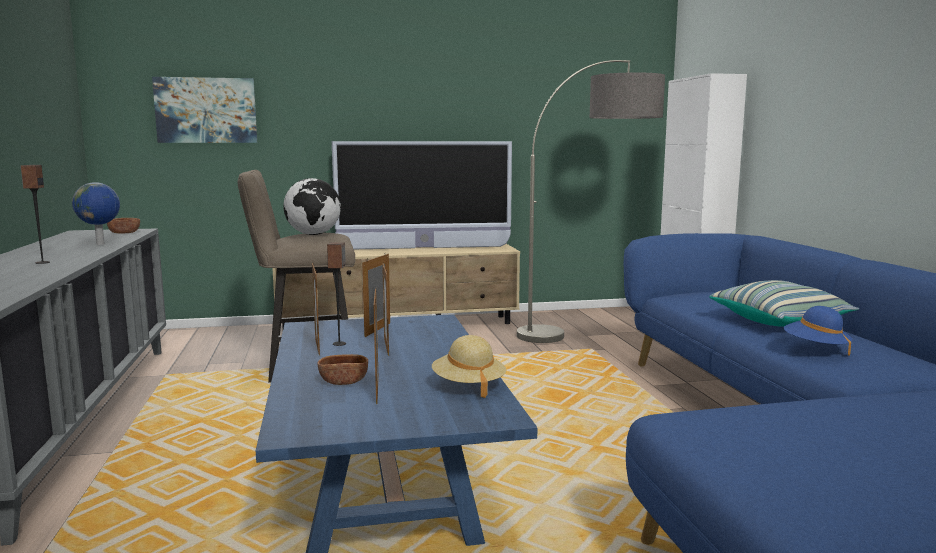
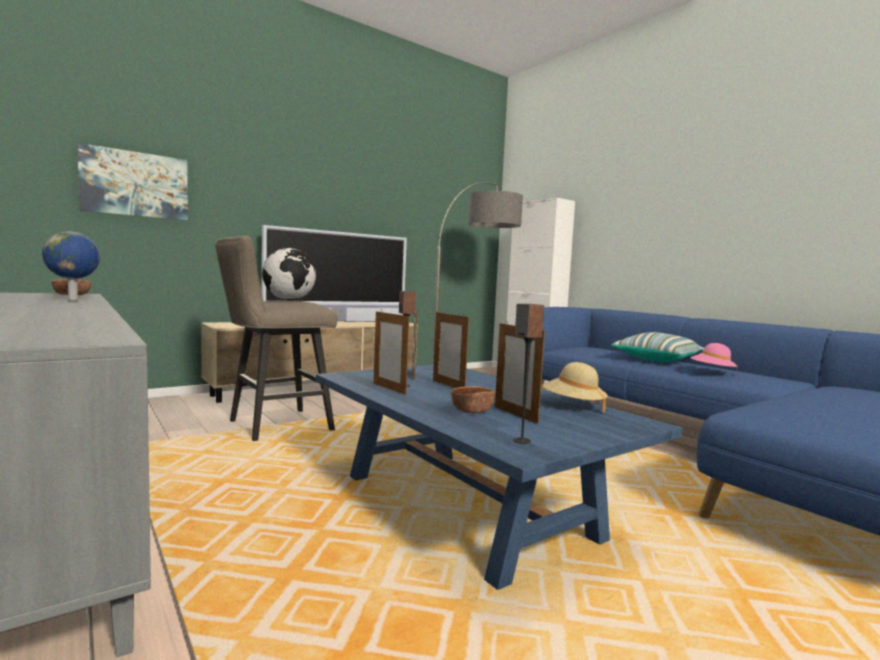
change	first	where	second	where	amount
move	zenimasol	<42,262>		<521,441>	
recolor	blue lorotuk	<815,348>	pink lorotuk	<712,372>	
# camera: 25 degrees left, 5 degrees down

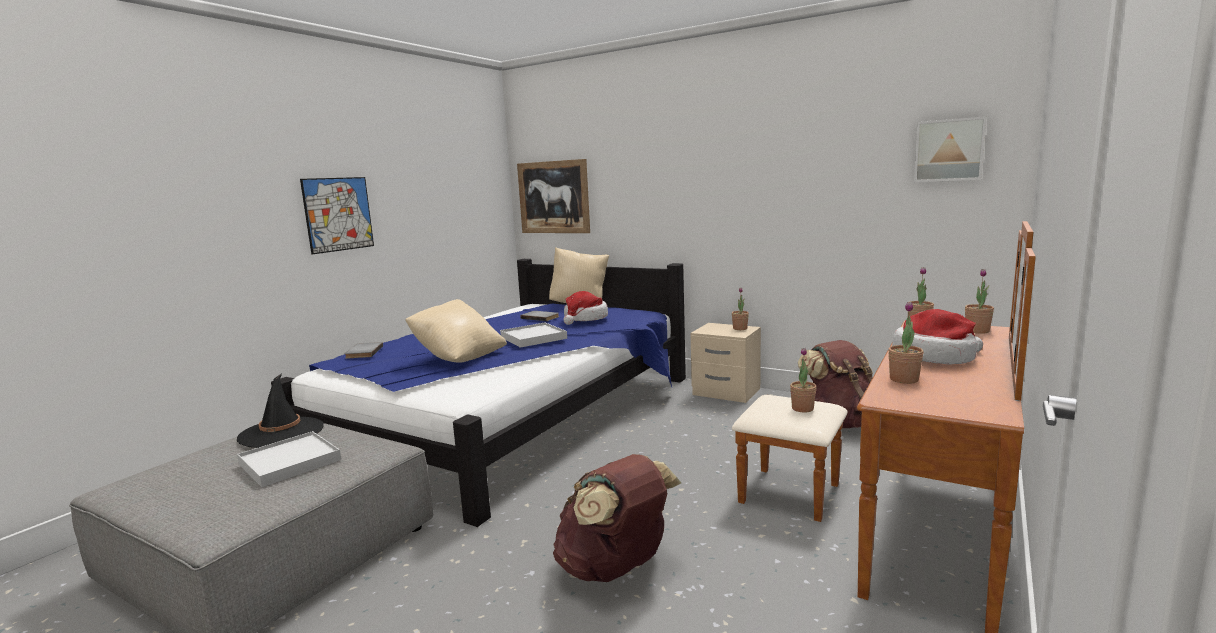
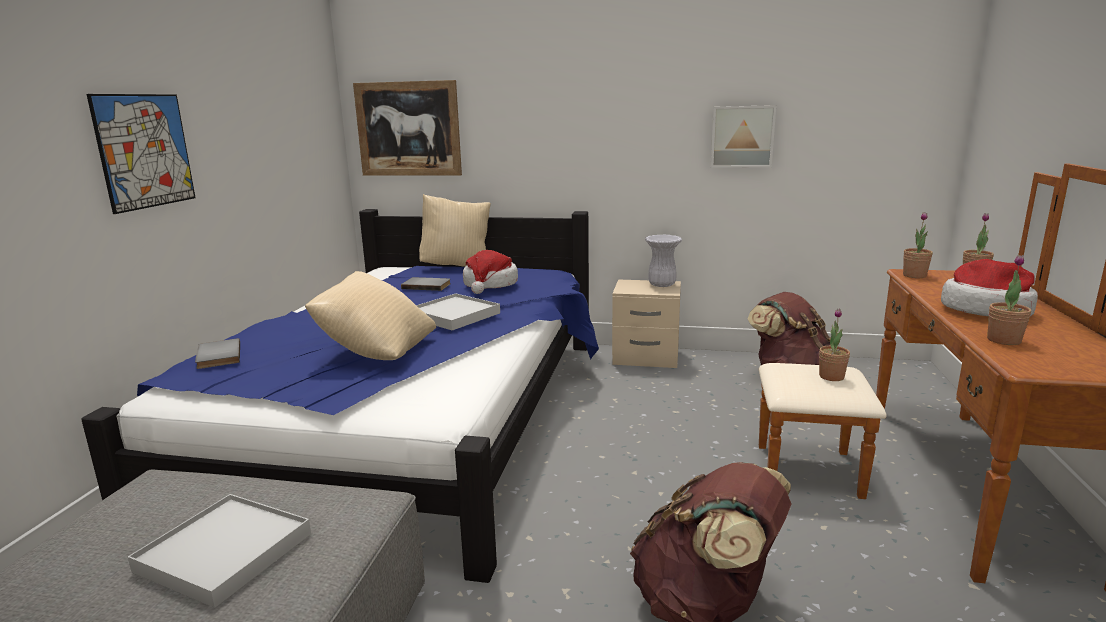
change	first	where	second	where	amount
delete	black lorotuk	<282,433>			
replace	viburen	<740,328>	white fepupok	<662,285>	
move	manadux	<949,150>		<742,136>	
# camera: 20 degrees left, 5 degrees up

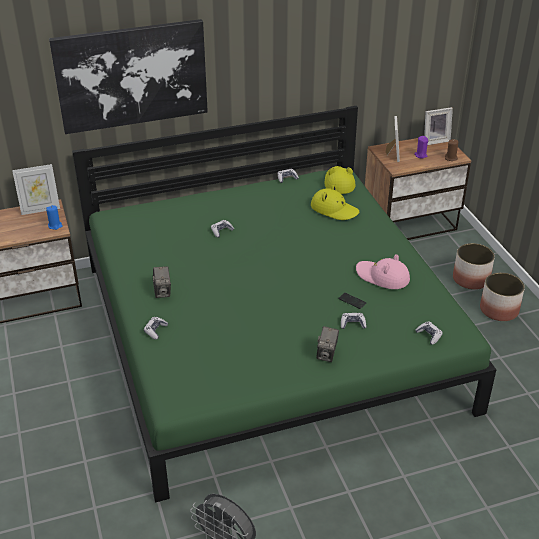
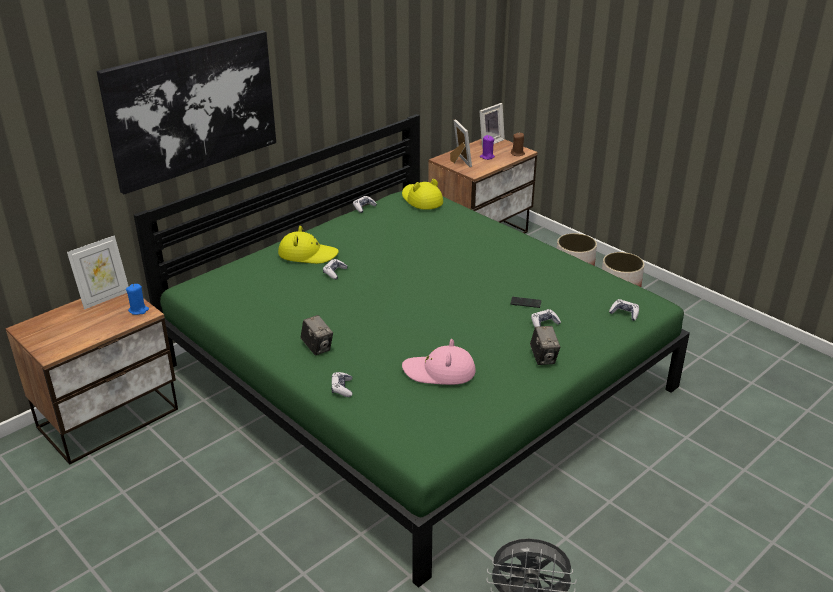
change	first	where	second	where	amount
move	yellow lorotuk	<334,209>		<307,254>	
move	pink lorotuk	<382,277>		<439,372>	
# camera: 25 degrees left, 5 degrees down

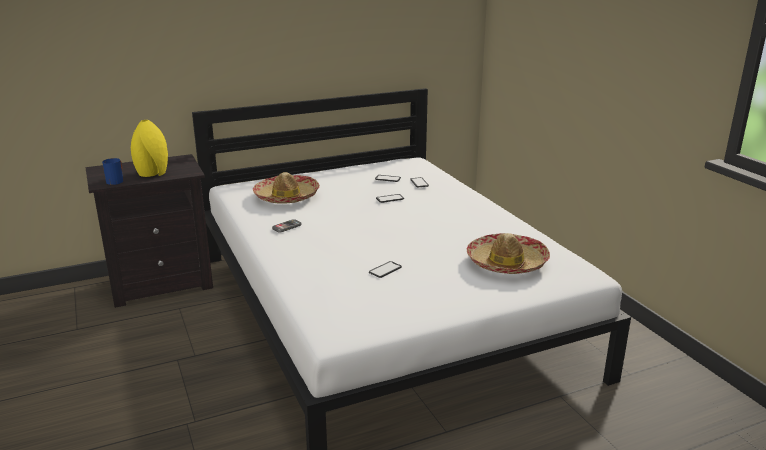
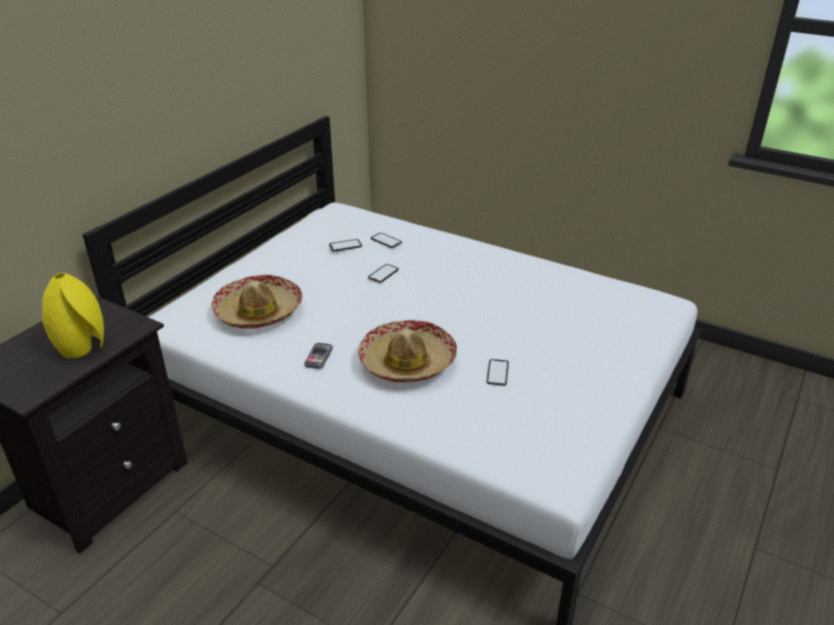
change	first	where	second	where	amount
delete	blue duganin	<116,181>			
move	lorotuk	<506,263>		<407,361>	
# camera: 35 degrees left, 10 degrees up

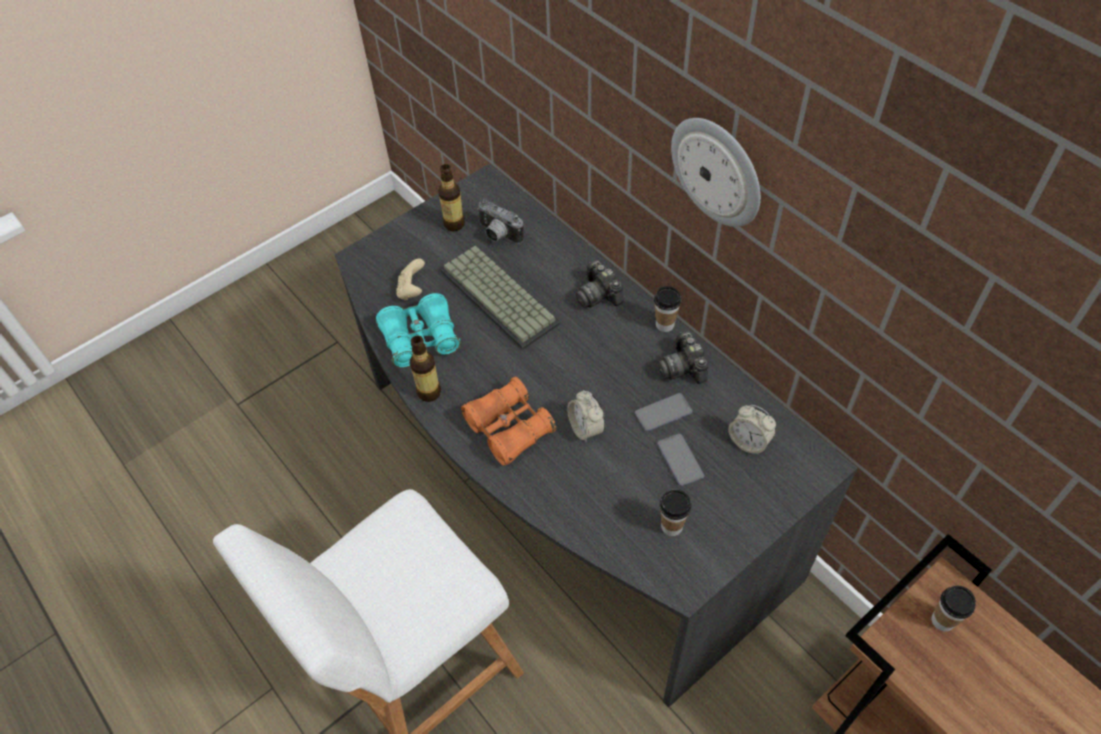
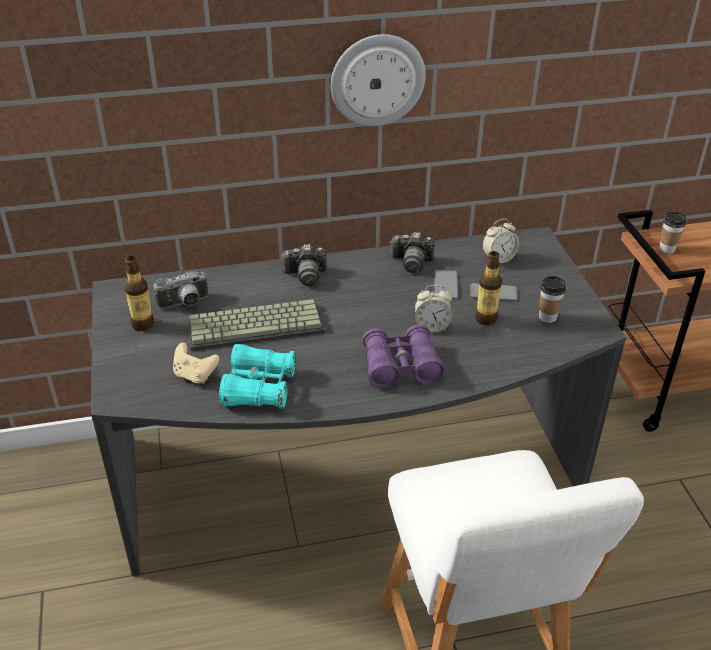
change	first	where	second	where	amount
move	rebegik	<429,392>		<485,319>	
recolor	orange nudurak	<509,428>	purple nudurak	<401,367>	
delete	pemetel	<665,324>			
# camera: 65 degrees left, 15 degrees down

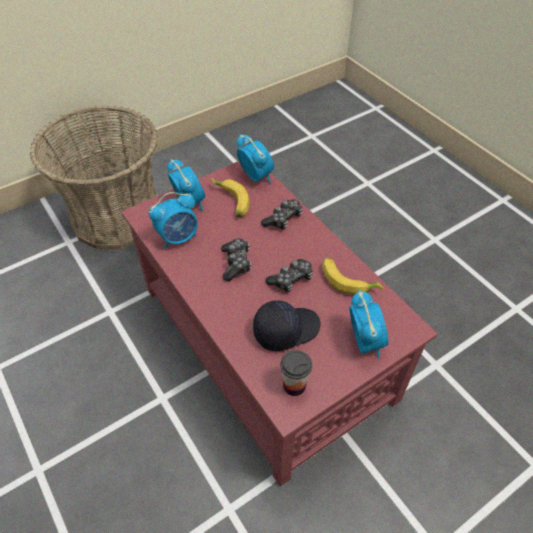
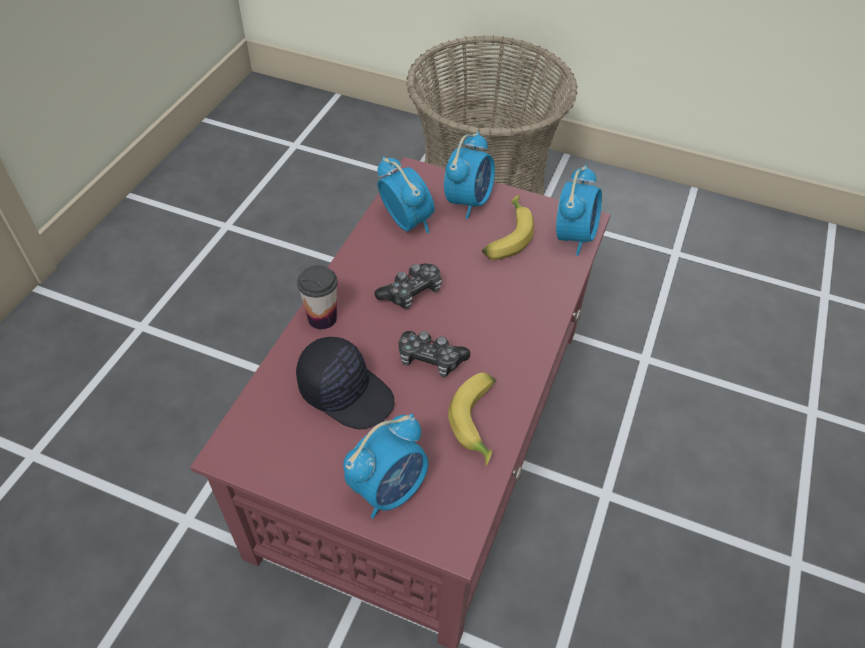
change	first	where	second	where	amount
rotate	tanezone	<178,238>		<406,222>	150 degrees counterclockwise
delete	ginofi	<283,219>			
move	pemetel	<294,385>		<322,318>	
# camera: 55 degrees right, 0 degrees up

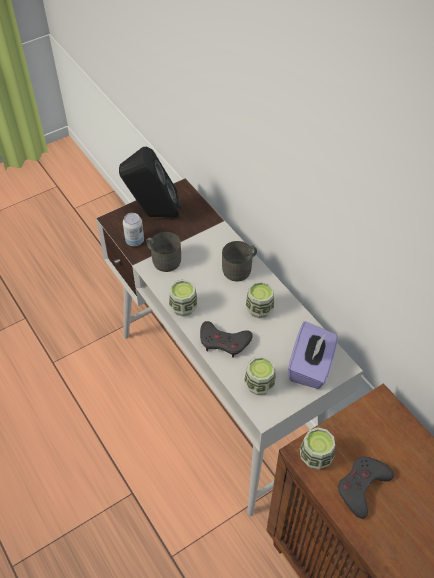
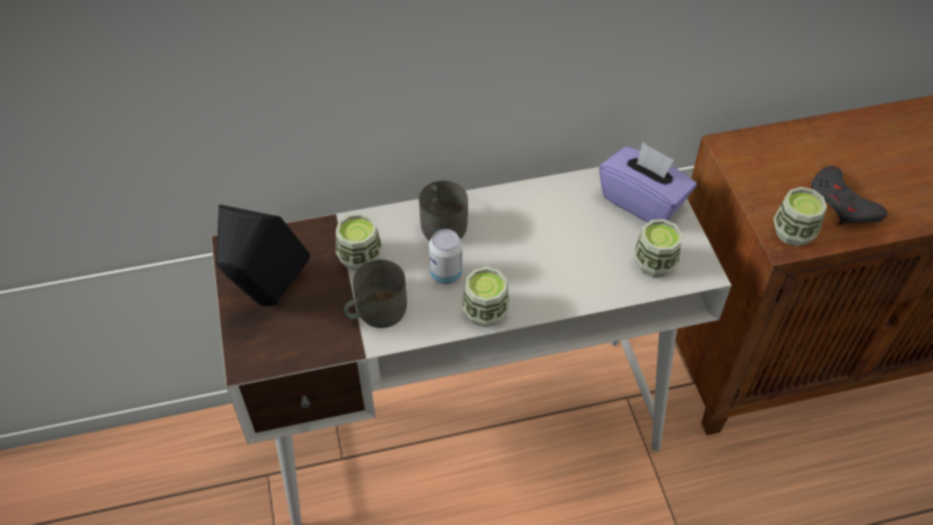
change	first	where	second	where	amount
move	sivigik	<134,241>		<446,274>	
delete	grey ginofi	<224,342>			
move	pemetel	<259,309>		<360,258>	
# camera: 70 degrees left, 0 degrees up

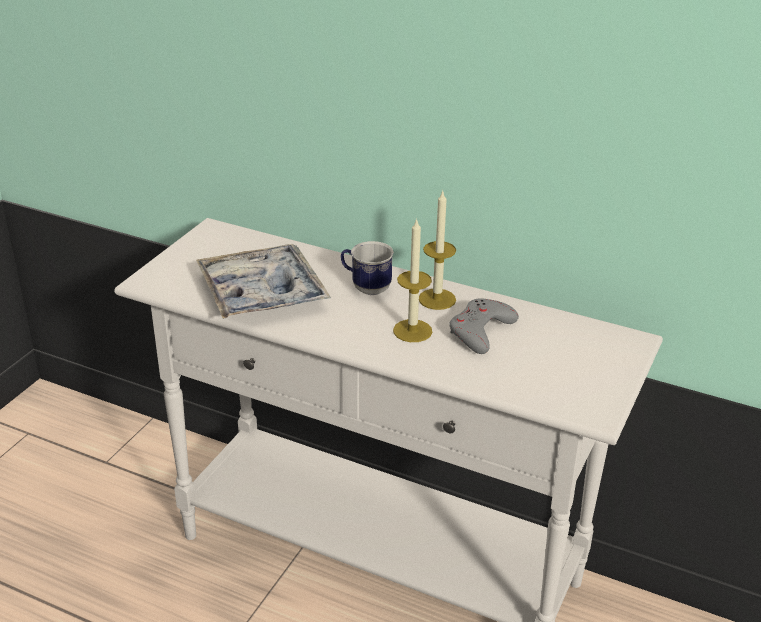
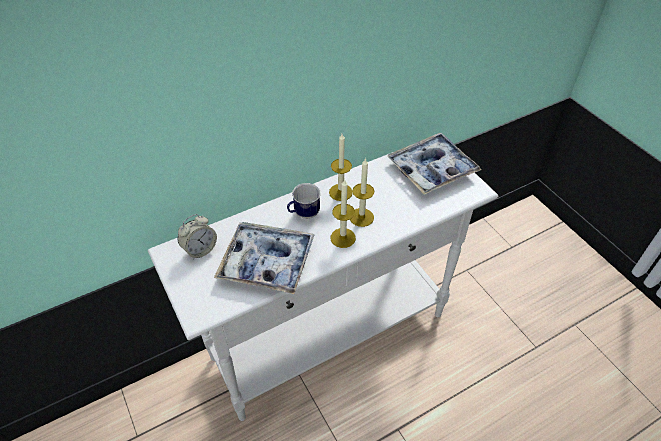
change	first	where	second	where	amount
delete	grey ginofi	<480,331>			
insert			tanezone	<200,249>	
insert			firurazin	<343,238>	
insert			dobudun	<432,169>	
# camera: 55 degrees left, 15 degrees up

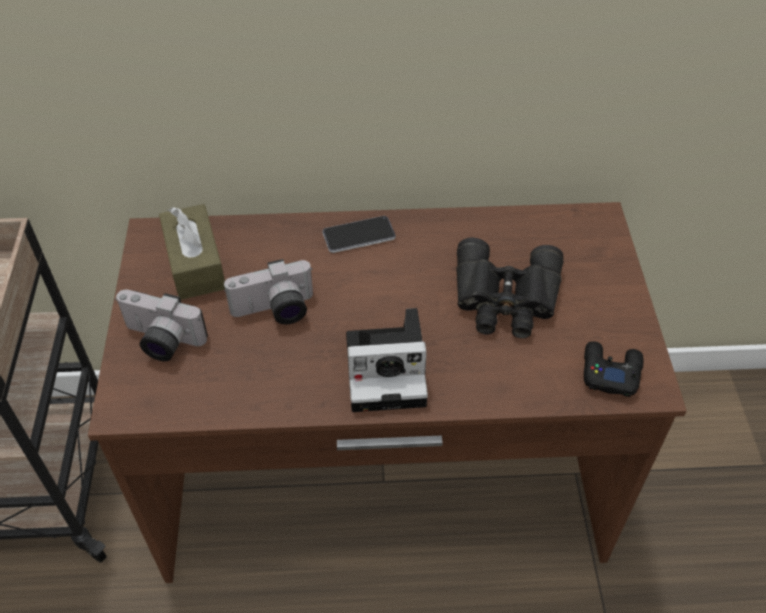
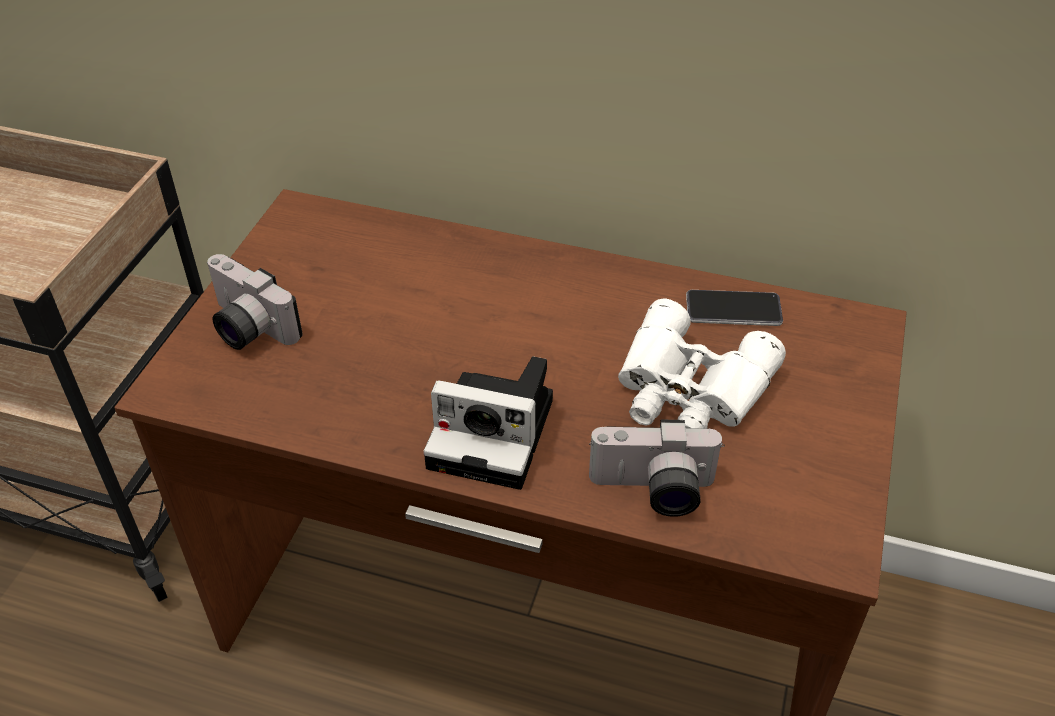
change	first	where	second	where	amount
delete	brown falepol	<195,264>			
move	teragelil	<275,311>		<653,491>	
move	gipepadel	<359,235>		<733,310>	
recolor	black nudurak	<505,299>	white nudurak	<689,390>	
delete	black ginofi	<610,372>			
# camera: 20 degrees right, 5 degrees down

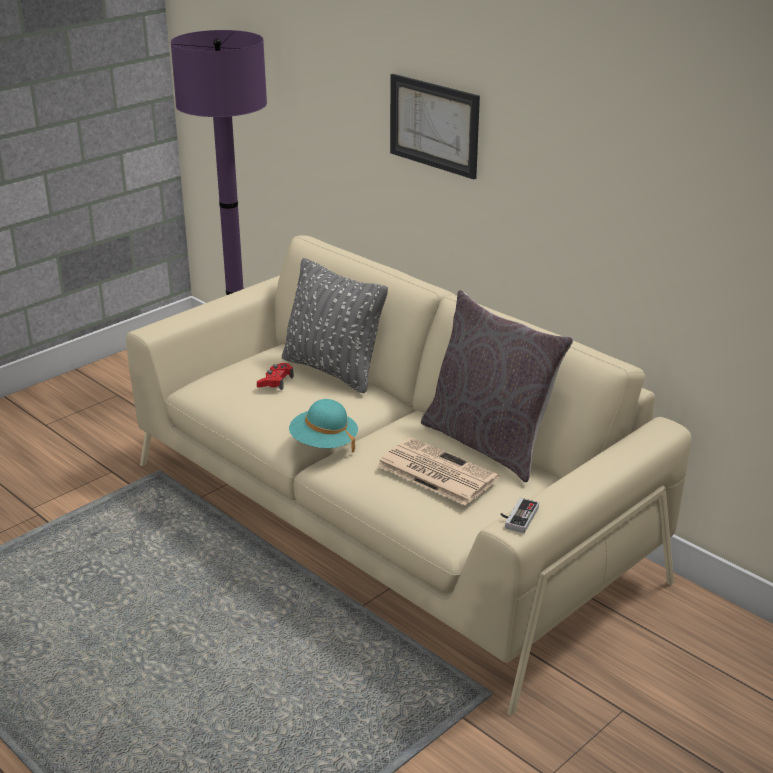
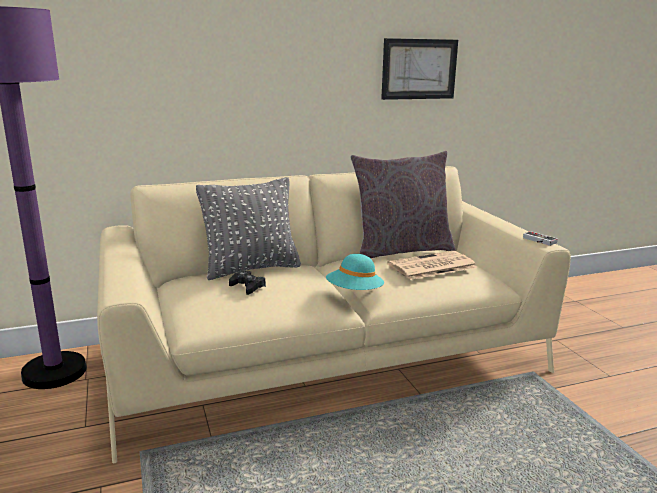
change	first	where	second	where	amount
recolor	red ginofi	<275,381>	black ginofi	<247,287>	
move	manadux	<434,125>		<419,69>	
# camera: 65 degrees left, 10 degrees down

